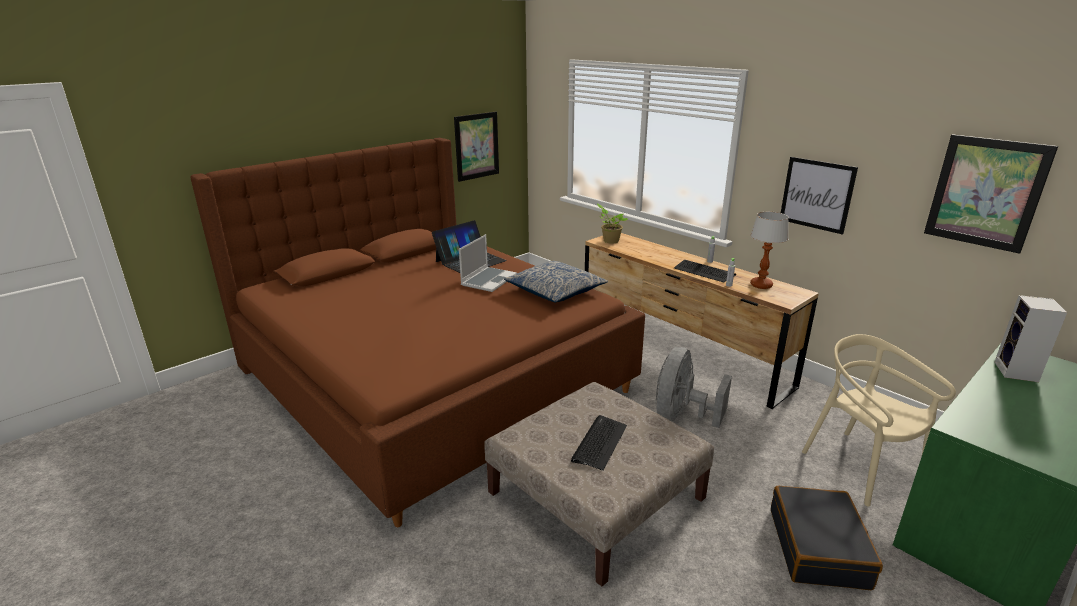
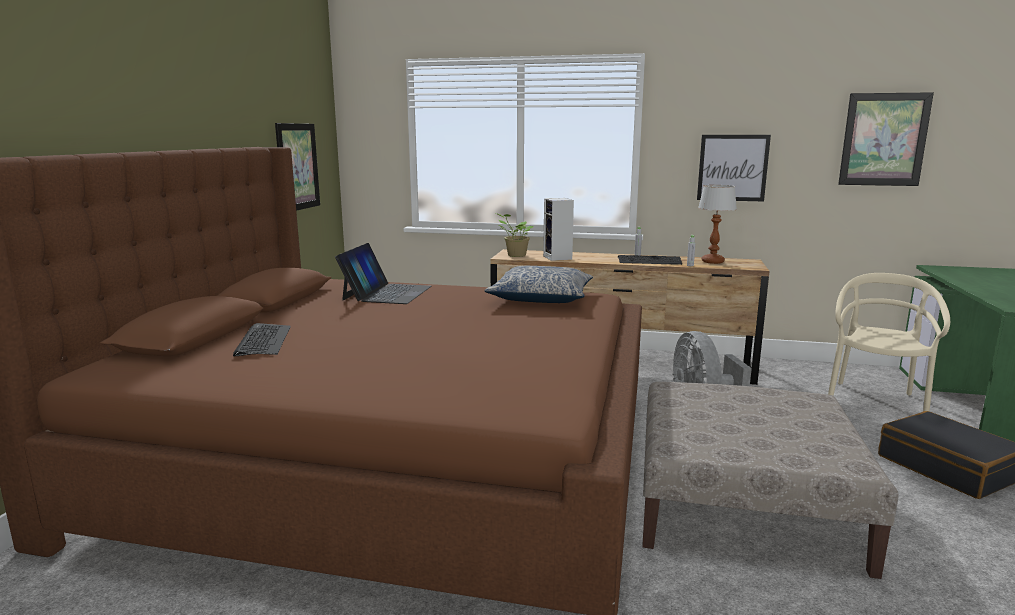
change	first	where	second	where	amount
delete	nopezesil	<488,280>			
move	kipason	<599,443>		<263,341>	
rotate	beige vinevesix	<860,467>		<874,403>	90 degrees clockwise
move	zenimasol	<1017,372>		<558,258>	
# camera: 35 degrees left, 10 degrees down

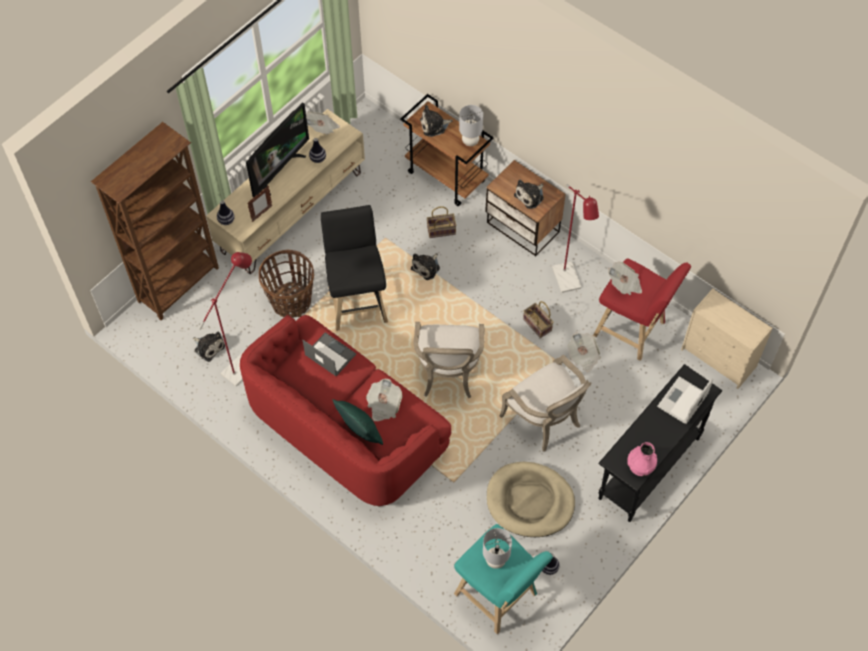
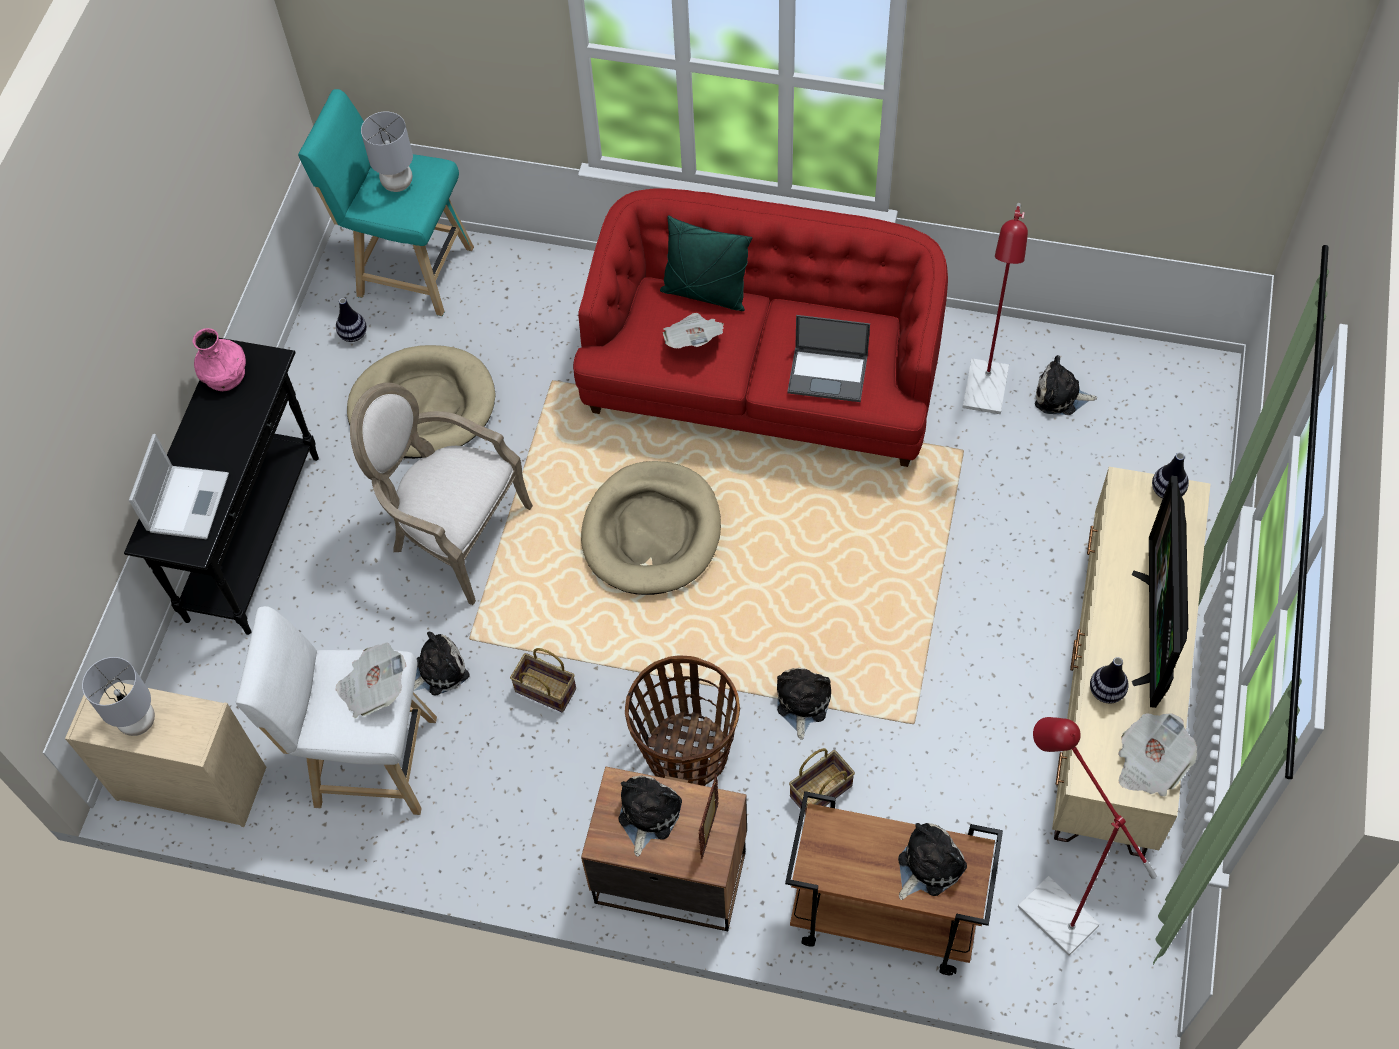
change	first	where	second	where	amount
delete	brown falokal	<179,285>			
move	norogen	<261,214>		<710,831>	
move	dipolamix	<291,301>		<686,752>	
delete	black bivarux	<357,300>			
replace	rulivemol	<448,375>	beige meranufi	<652,532>	
move	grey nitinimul	<470,141>		<138,721>	
move	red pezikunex	<568,283>		<1046,906>	
replace	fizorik	<583,356>	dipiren	<438,670>	
recolor	red bivarux	<632,331>	white bivarux	<367,761>	
# camera: 155 degrees right, 0 degrees up

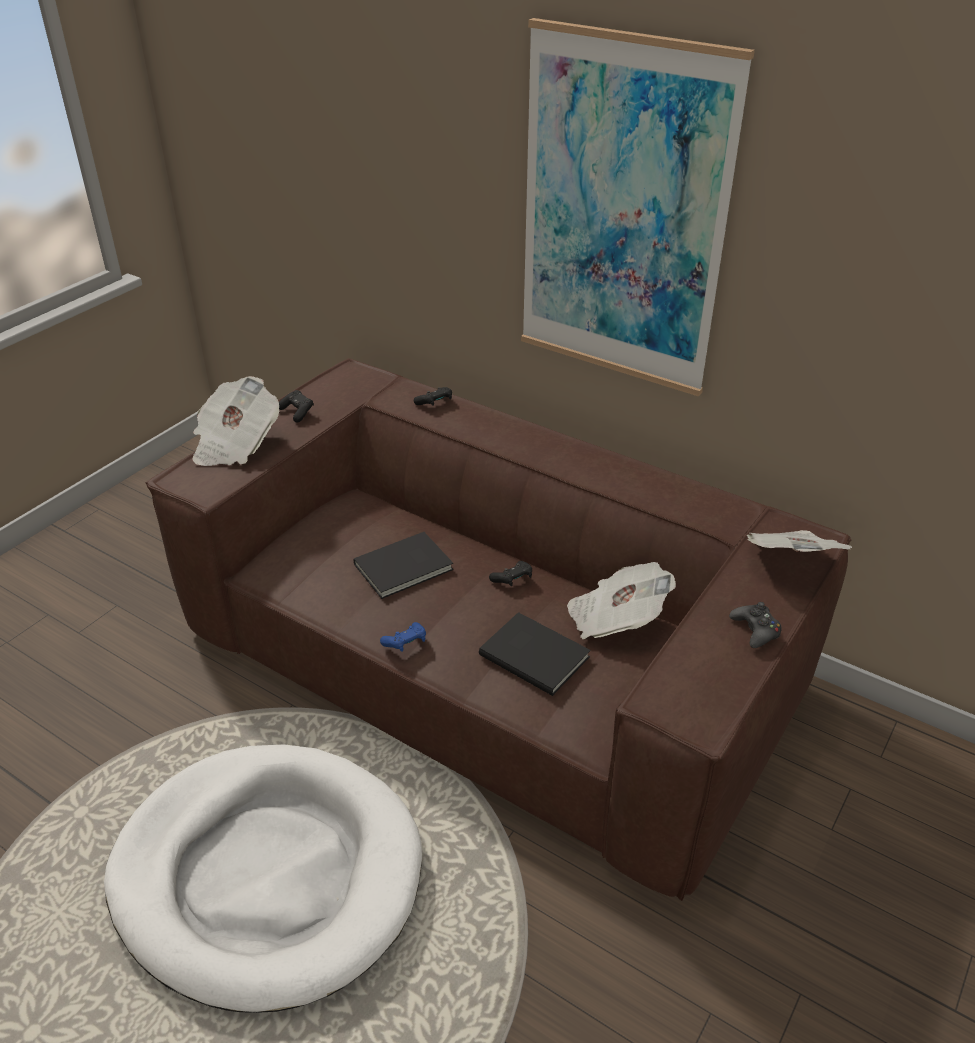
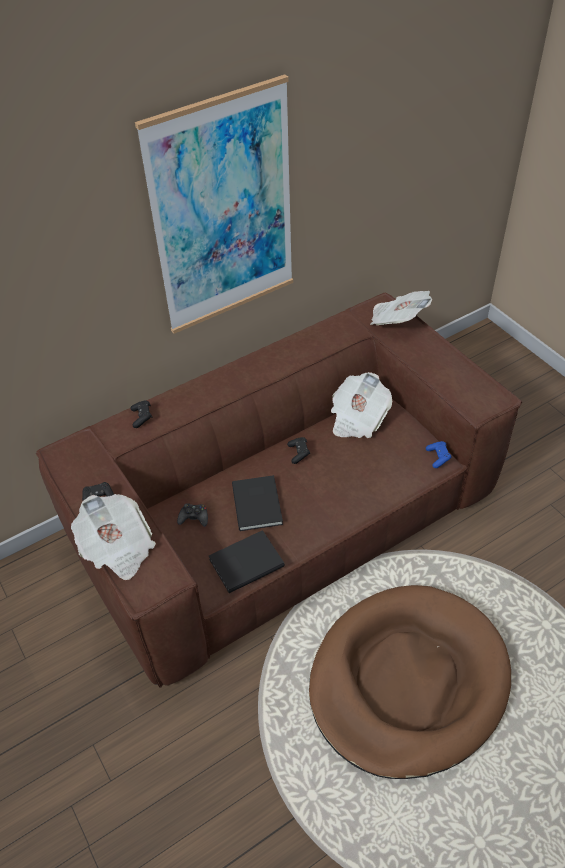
change	first	where	second	where	amount
recolor	white meranufi	<268,875>	brown meranufi	<407,682>	
move	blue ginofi	<405,644>		<438,457>	
move	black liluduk	<534,654>		<244,562>	
move	black ginofi	<755,630>		<194,517>	
# camera: 65 degrees left, 10 degrees up

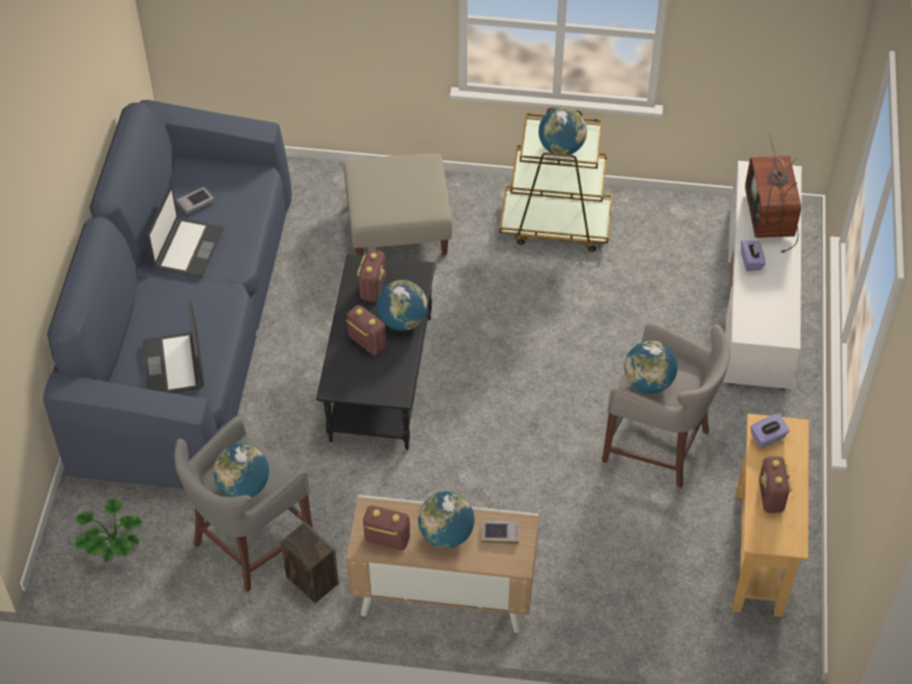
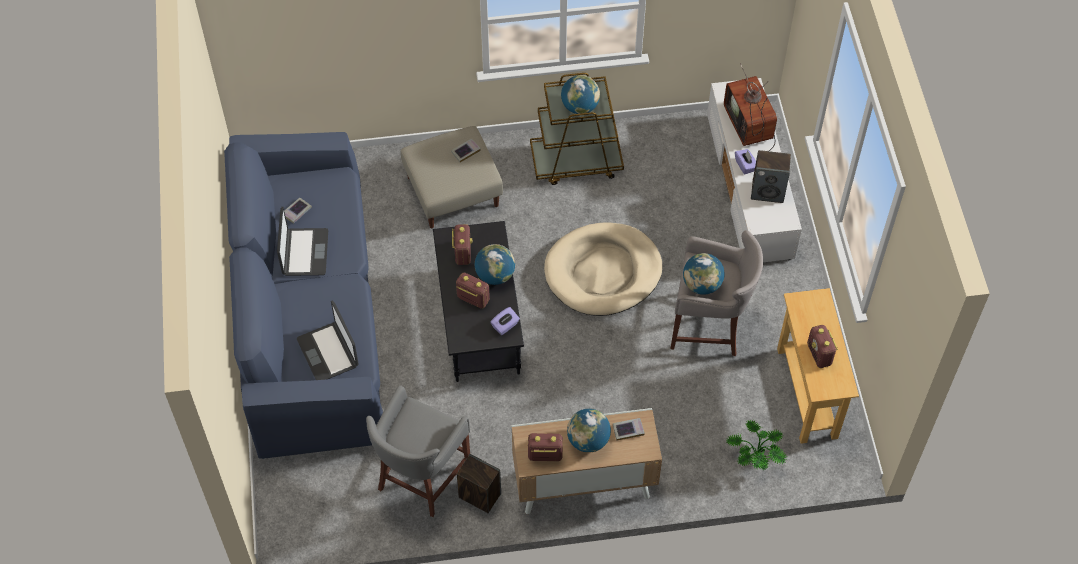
change	first	where	second	where	amount
move	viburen	<112,547>		<755,458>	
delete	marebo	<244,486>			
move	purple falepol	<768,437>		<505,326>	
insert			liluduk	<465,151>	
insert			beige meranufi	<603,272>	
insert			zenimasol	<768,191>	
# camera: 15 degrees left, 5 degrees up

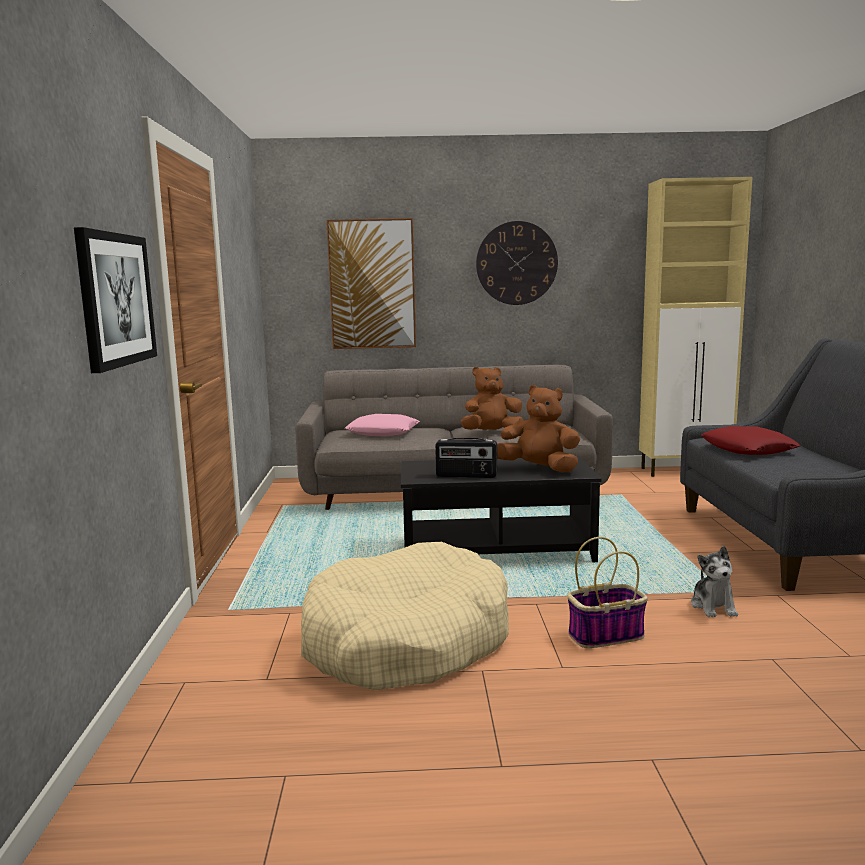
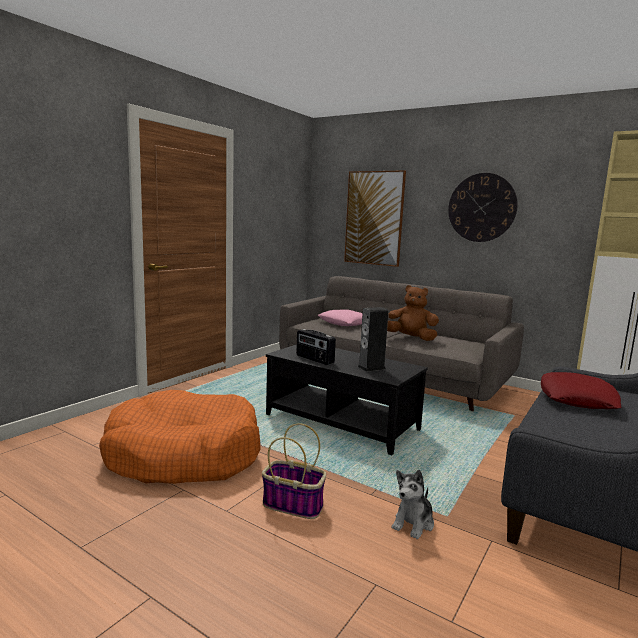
change	first	where	second	where	amount
delete	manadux	<116,299>			
recolor	beige meranufi	<406,641>	orange meranufi	<184,455>	
replace	brown dipiren	<539,469>	zenimasol	<371,368>	
# camera: 35 degrees right, 0 degrees up

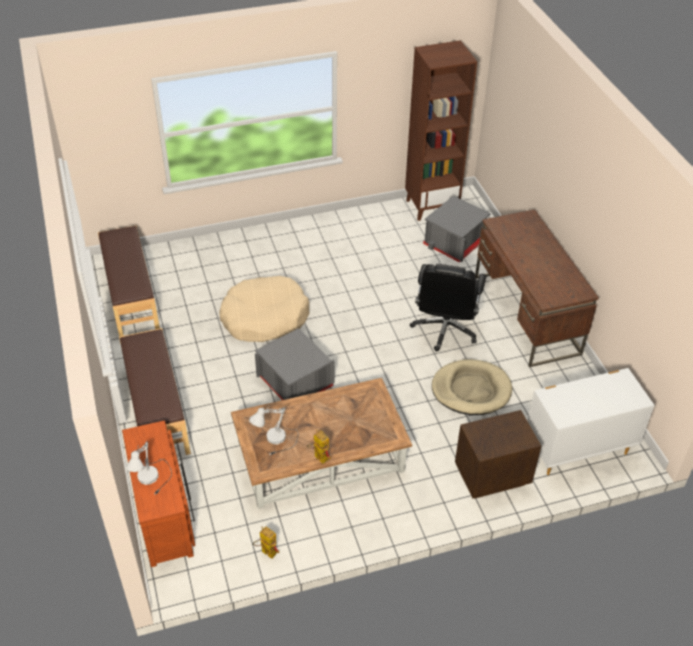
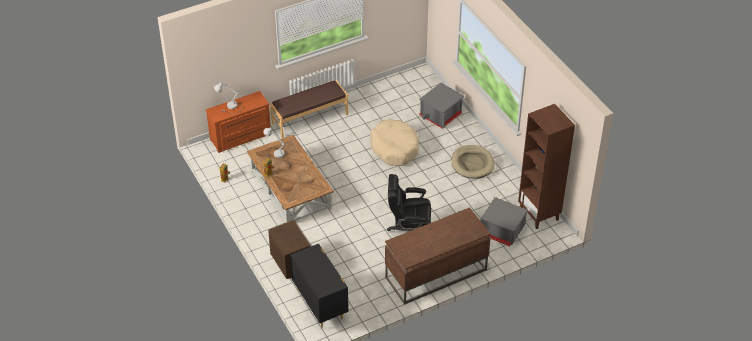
change	first	where	second	where	amount
delete	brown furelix	<130,297>			
move	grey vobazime	<295,381>		<441,114>	
move	beige meranufi	<471,390>		<472,163>	
recolor	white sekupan	<577,449>	black sekupan	<320,303>	
# camera: 80 degrees right, 0 degrees up

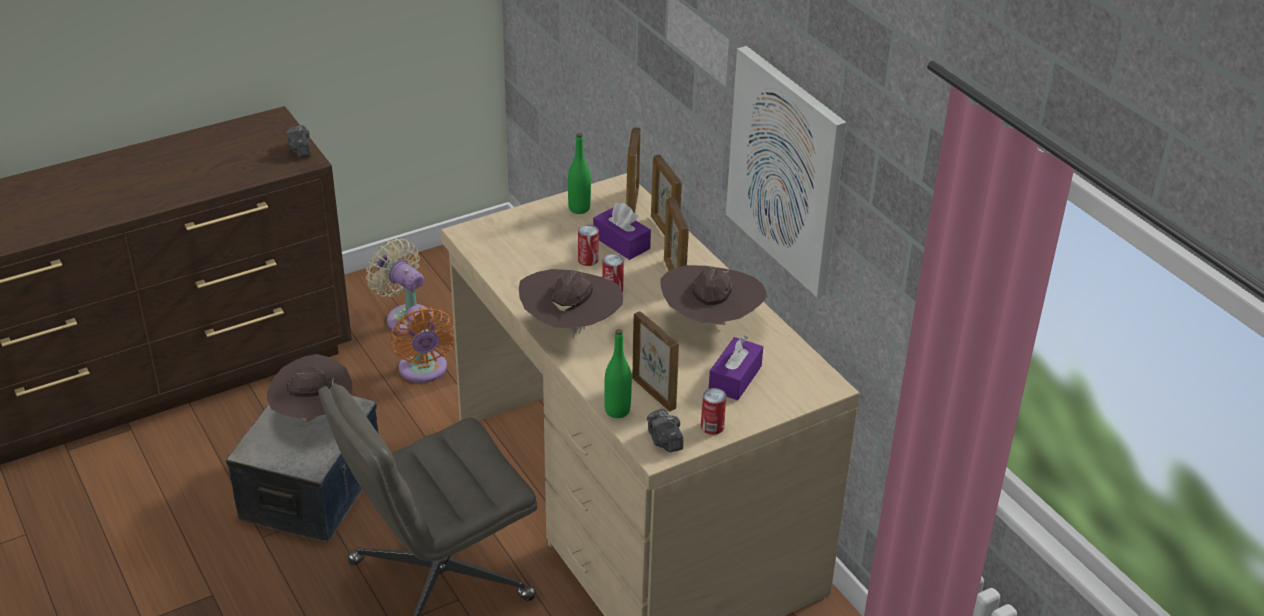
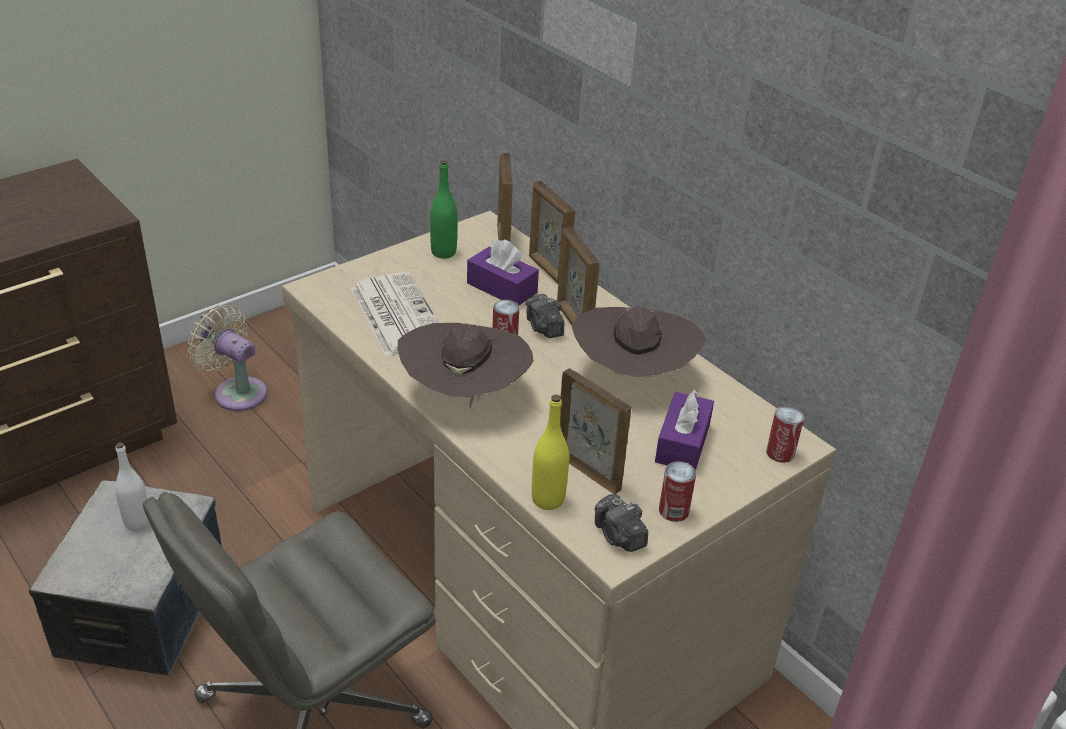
change	first	where	second	where	amount
replace	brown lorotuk	<312,416>	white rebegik	<137,522>	
move	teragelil	<300,150>		<544,328>	
delete	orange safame	<424,371>			
move	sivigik	<588,260>		<780,453>	
recolor	green rebegik	<617,410>	yellow rebegik	<548,499>	
delete	manadux	<786,170>			
insert			fizorik	<396,314>	
# camera: 10 degrees left, 0 degrees up

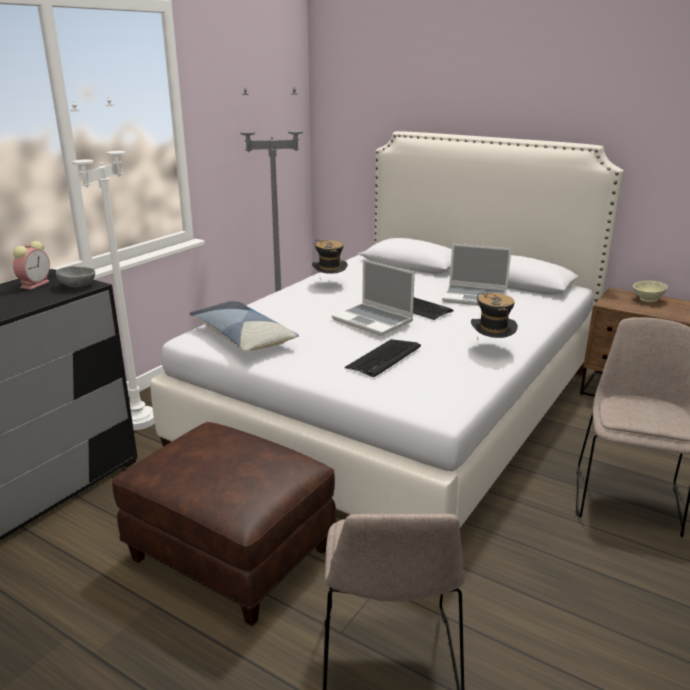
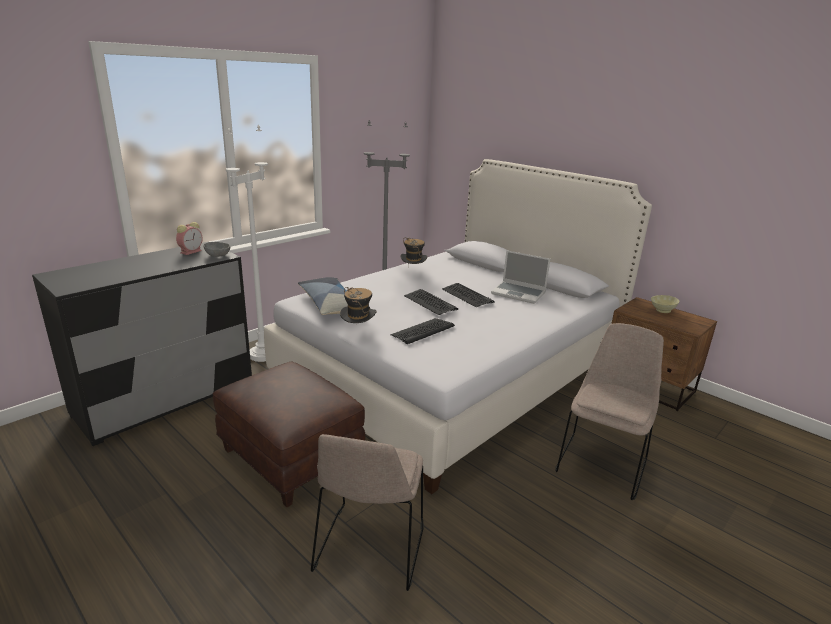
change	first	where	second	where	amount
replace	nopezesil	<374,321>	kipason	<430,303>	
move	lorotuk	<491,350>		<358,332>	
# camera: 10 degrees right, 0 degrees up

